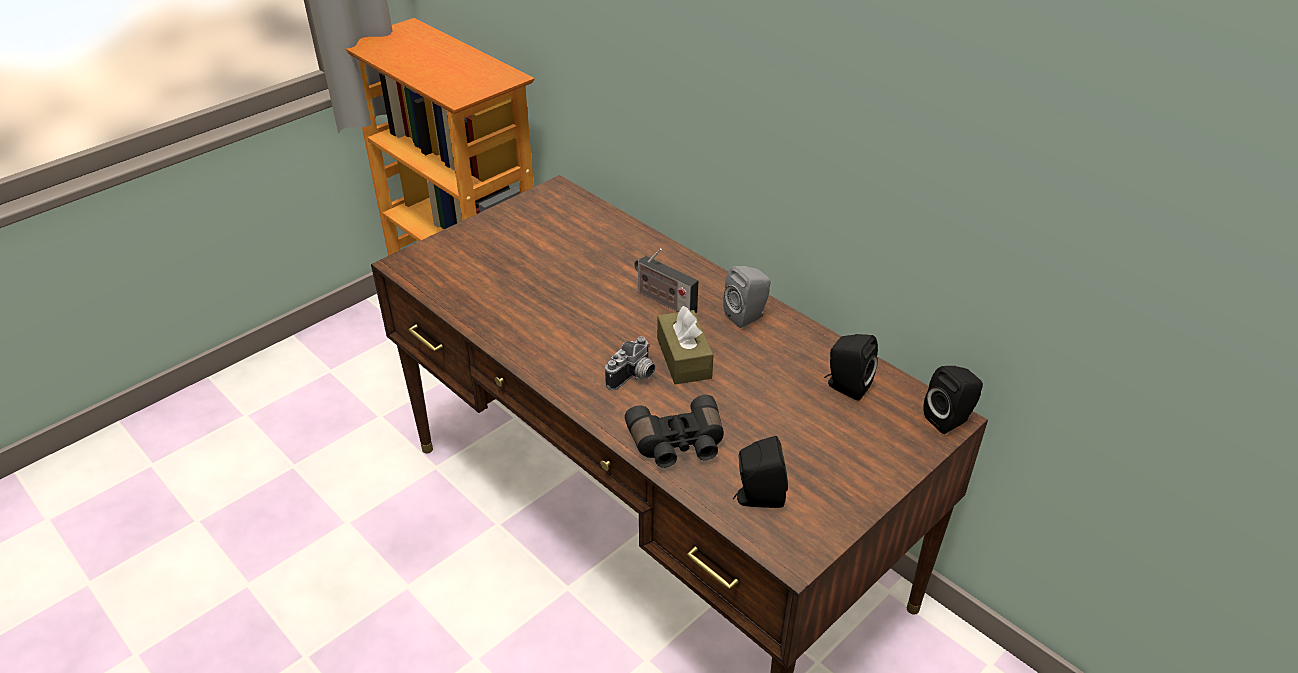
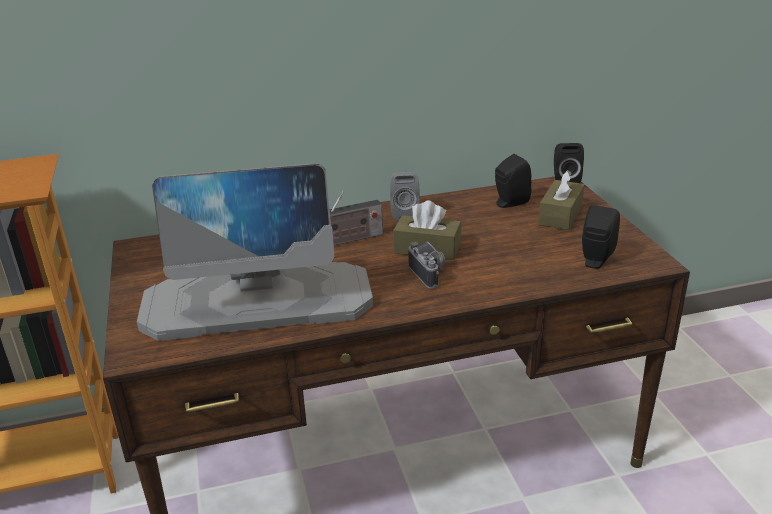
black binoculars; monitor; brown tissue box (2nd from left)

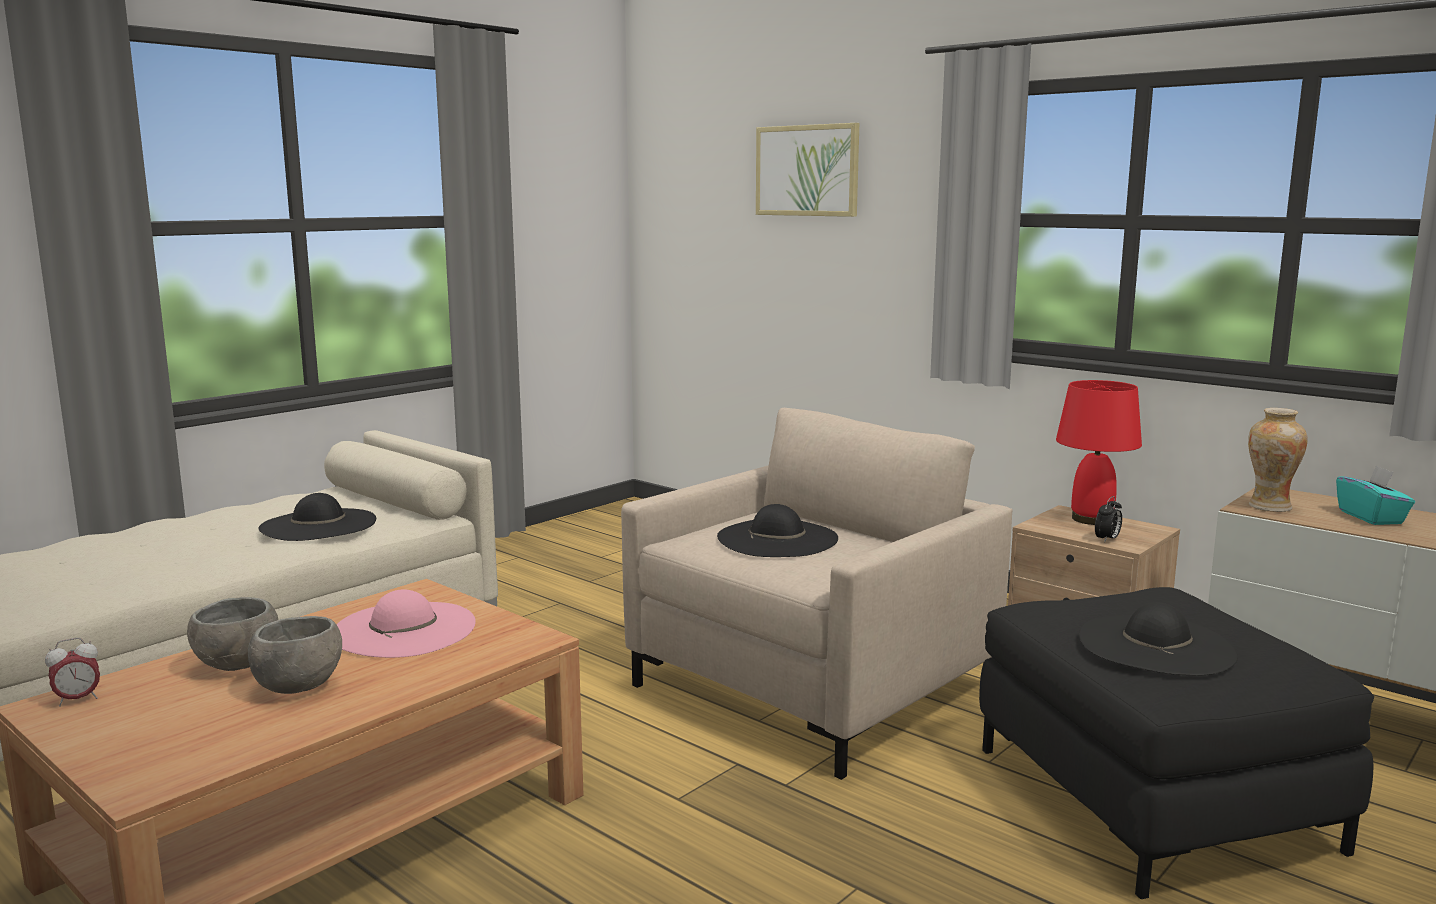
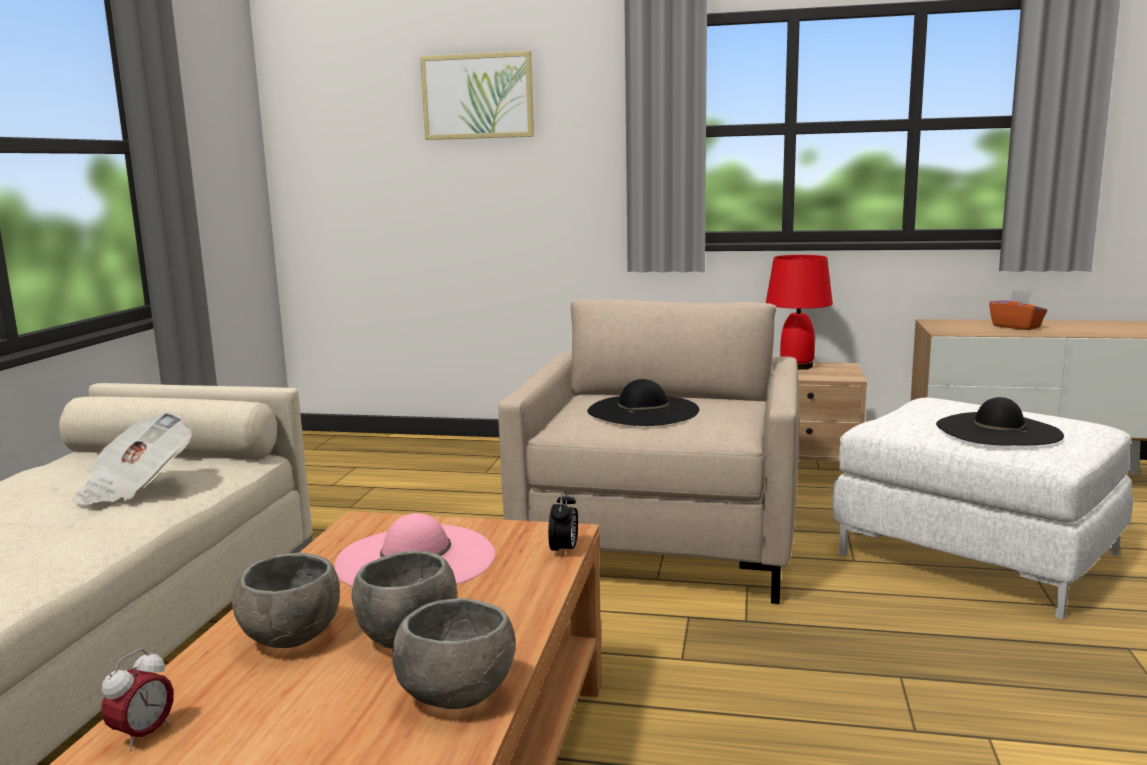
newspaper; white ottoman; alarm clock (2nd from left); vase; orange tissue box; grey bowl (3rd from left)

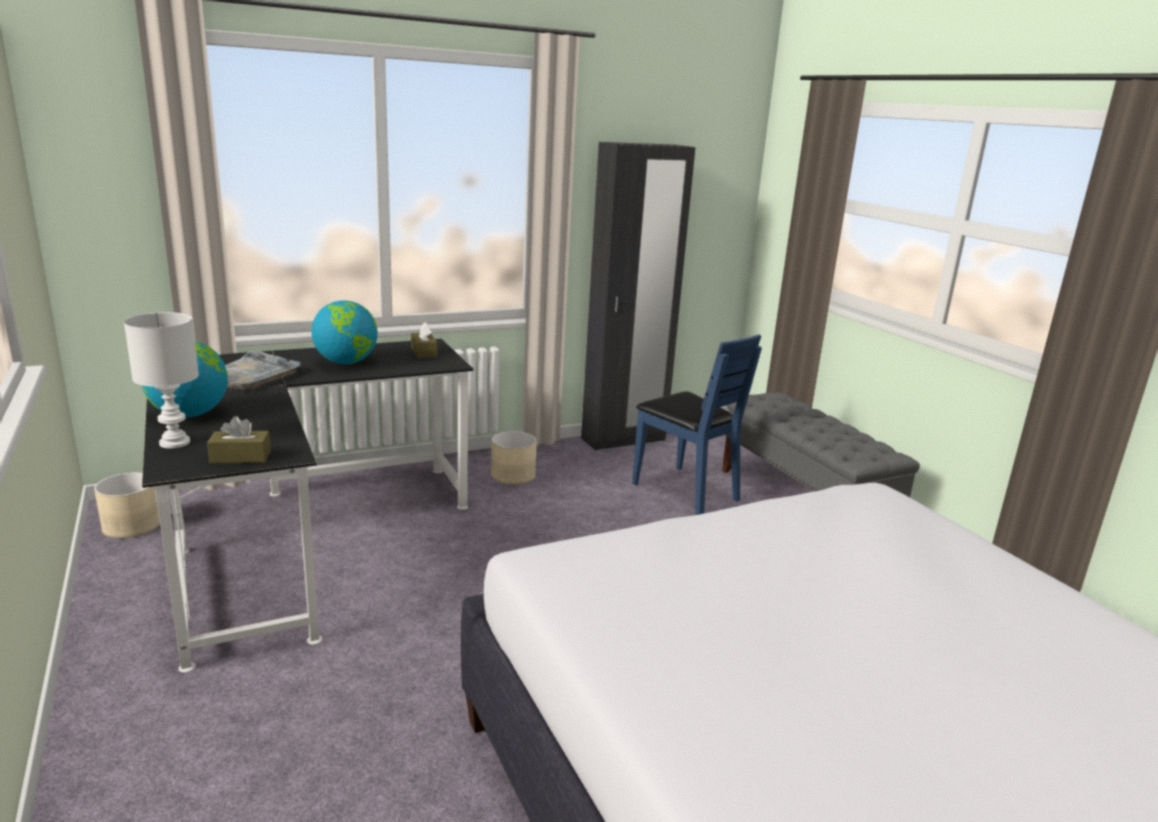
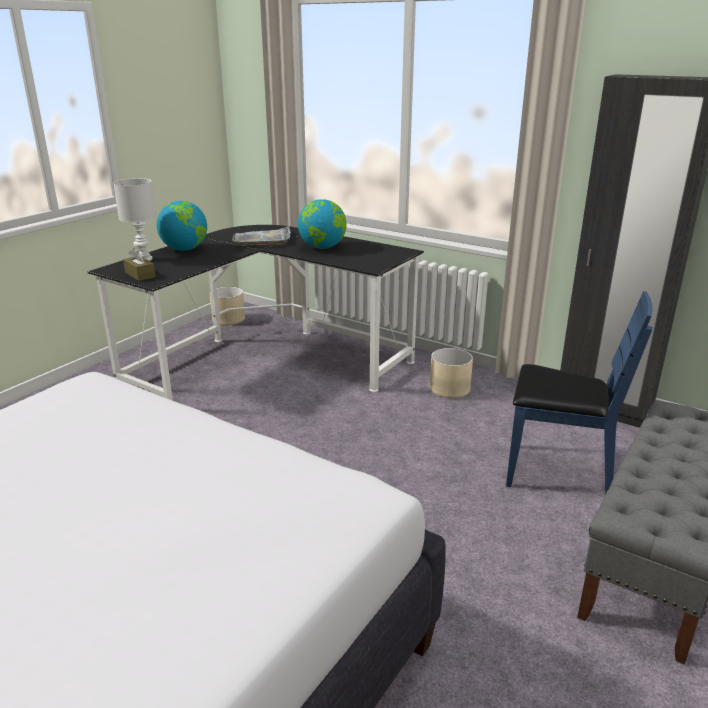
brown tissue box (2nd from left in the first image); blue chair

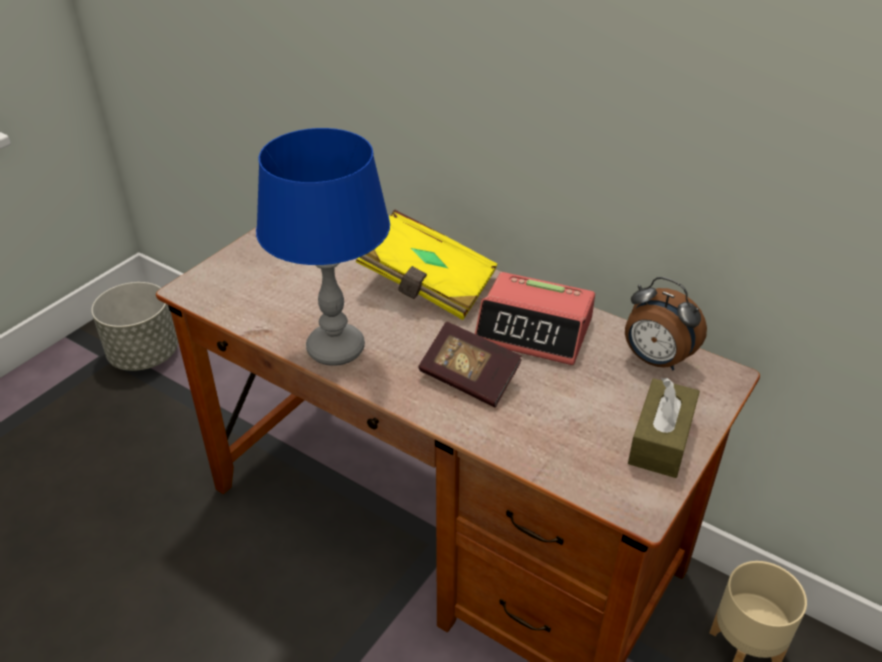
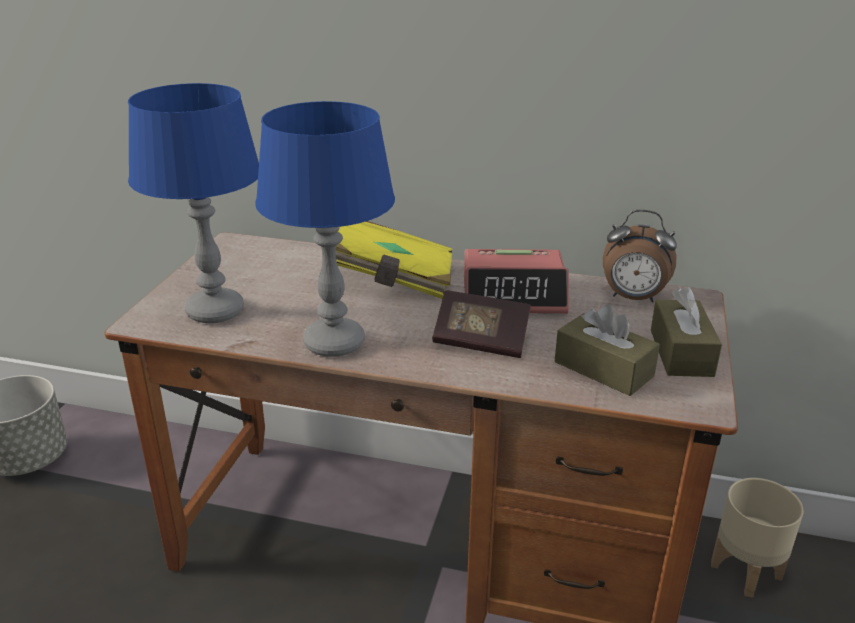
blue table lamp (1st from left); brown tissue box (1st from left)

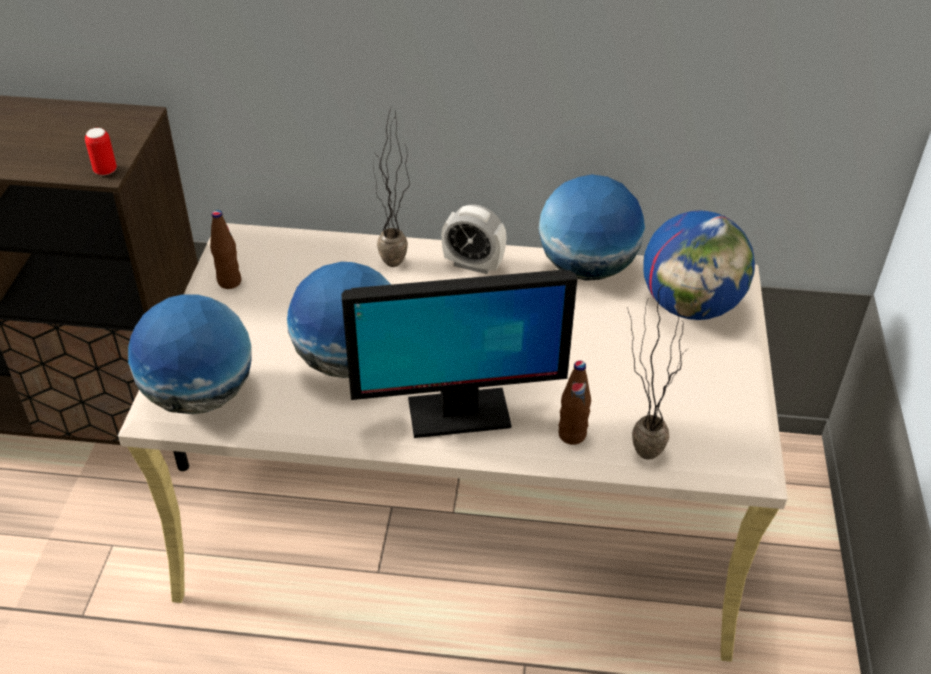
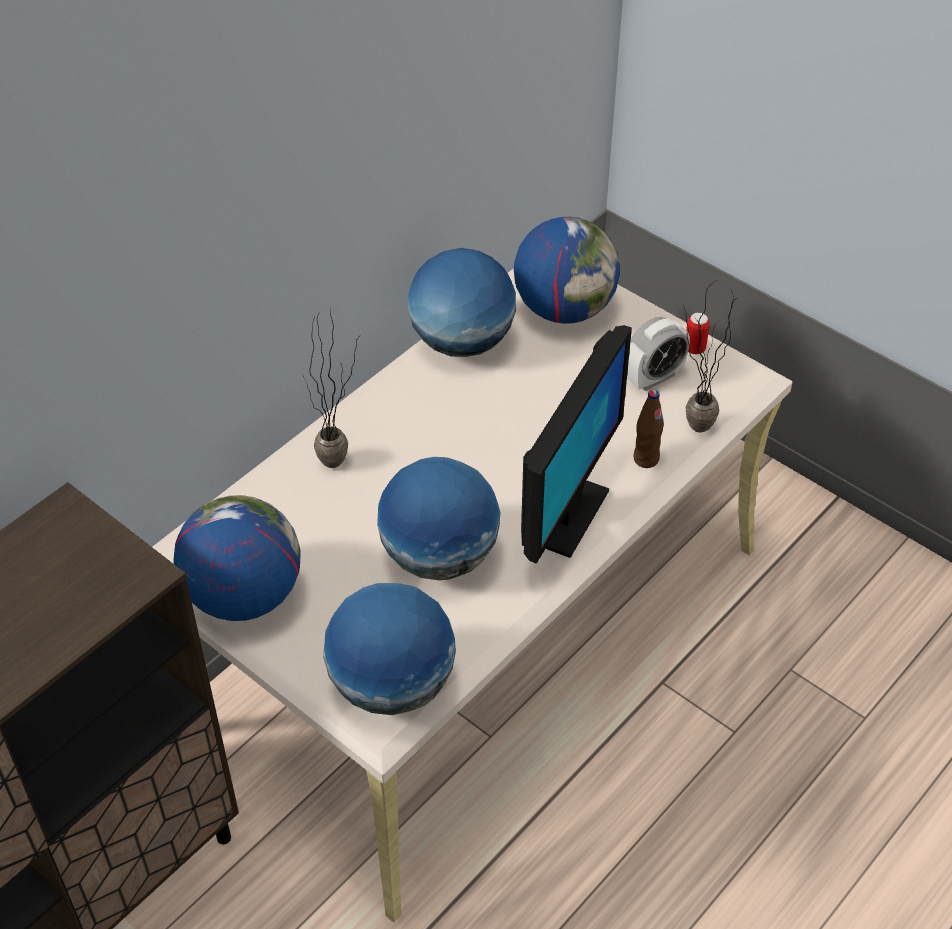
can; globe (1st from left); alarm clock

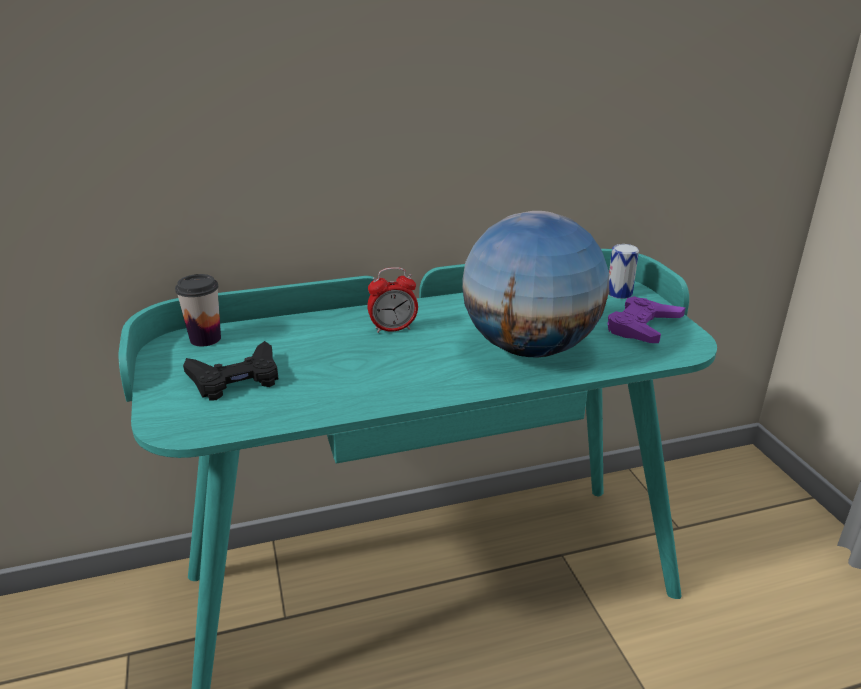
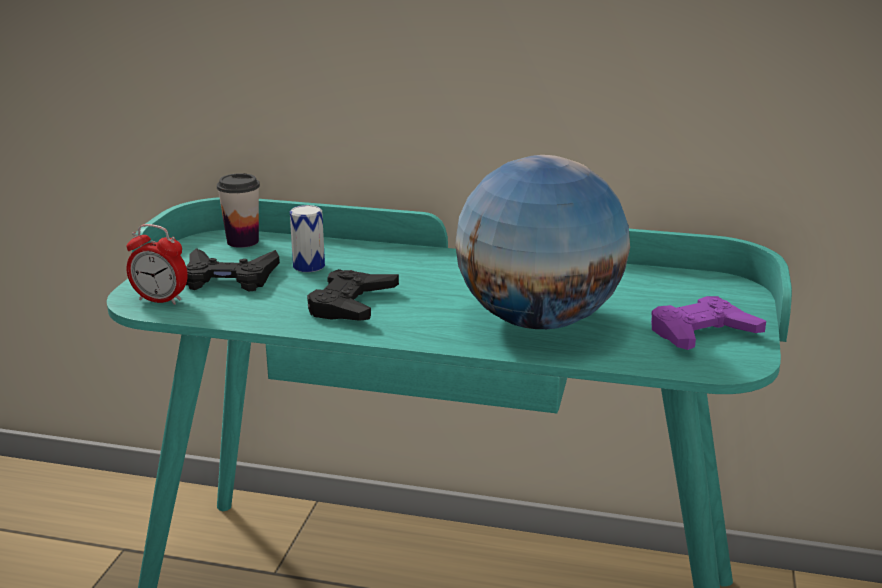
alarm clock; can; black game controller (2nd from left)

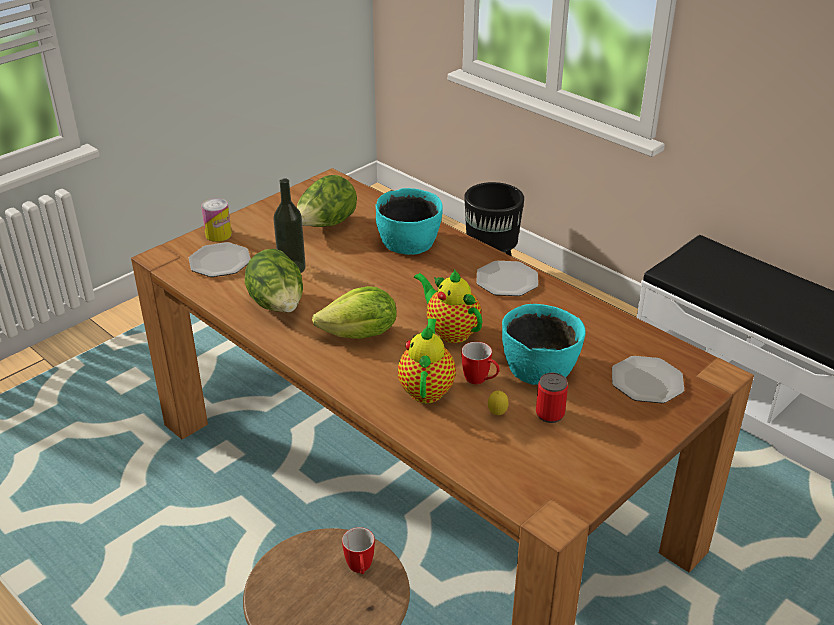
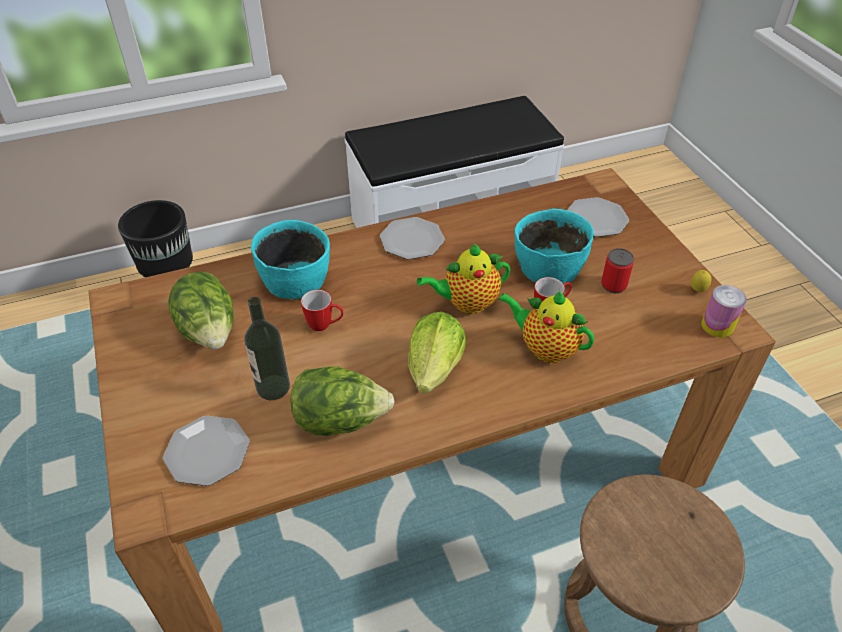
can (2nd from left); mug (1st from left); lemon

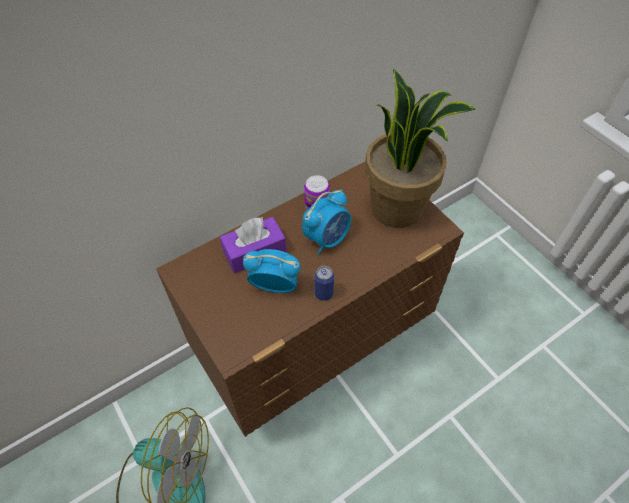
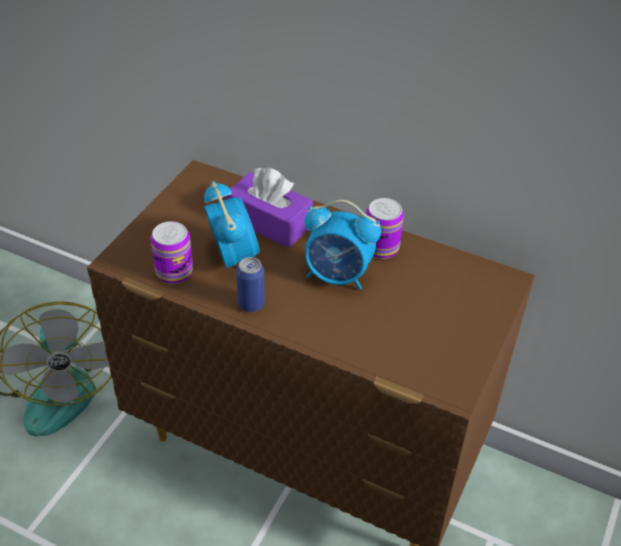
potted plant; can (1st from left)

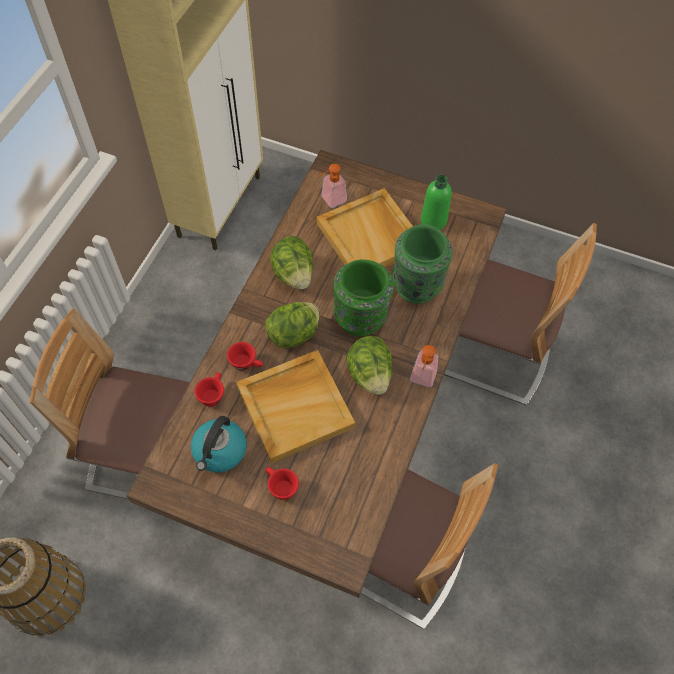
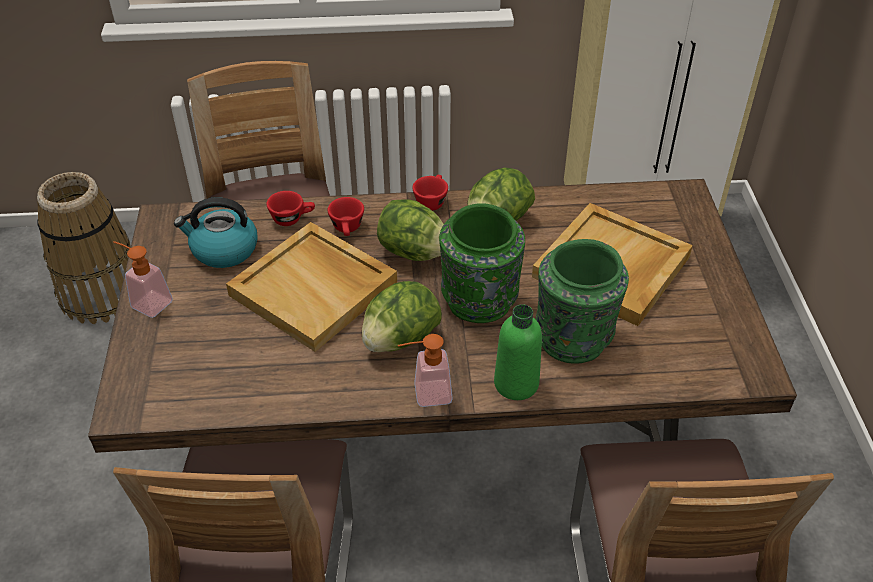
red cup (3rd from left); soap dispenser (1st from left); green bottle

